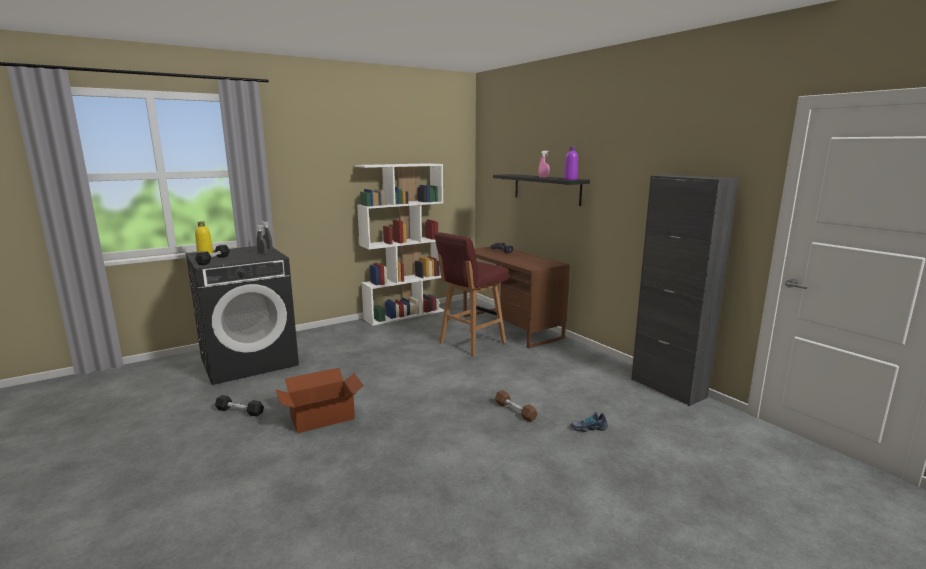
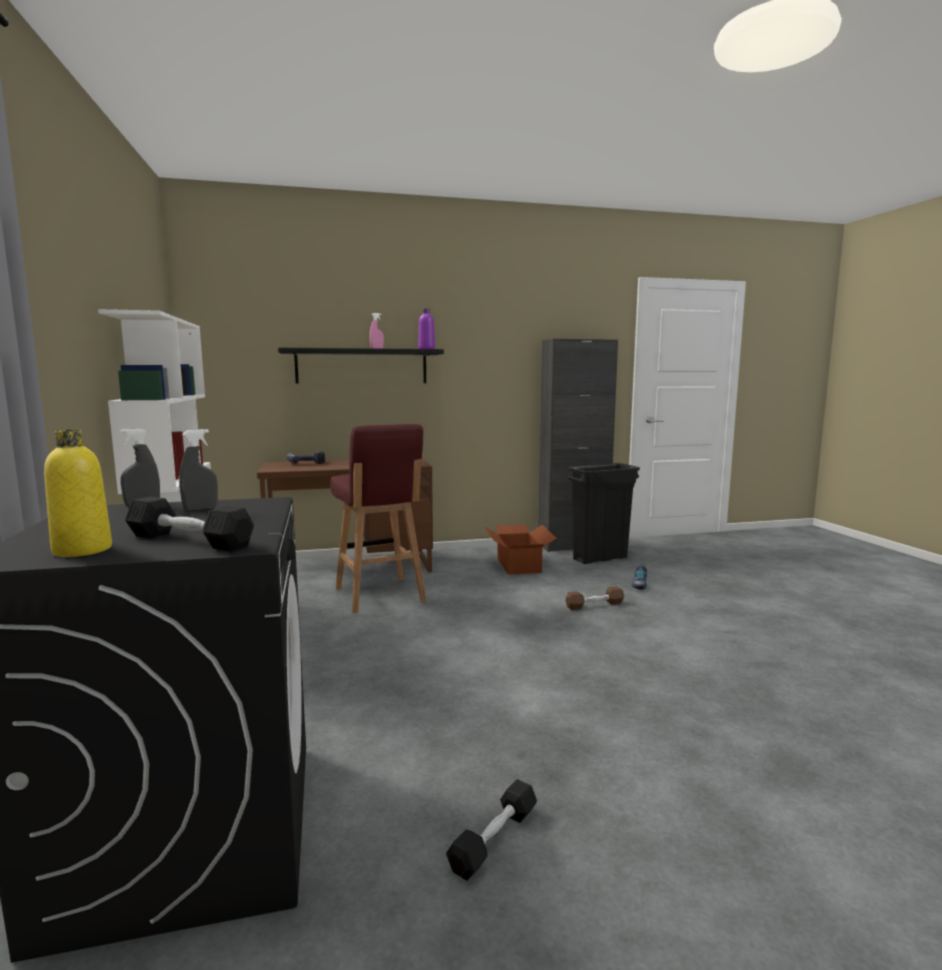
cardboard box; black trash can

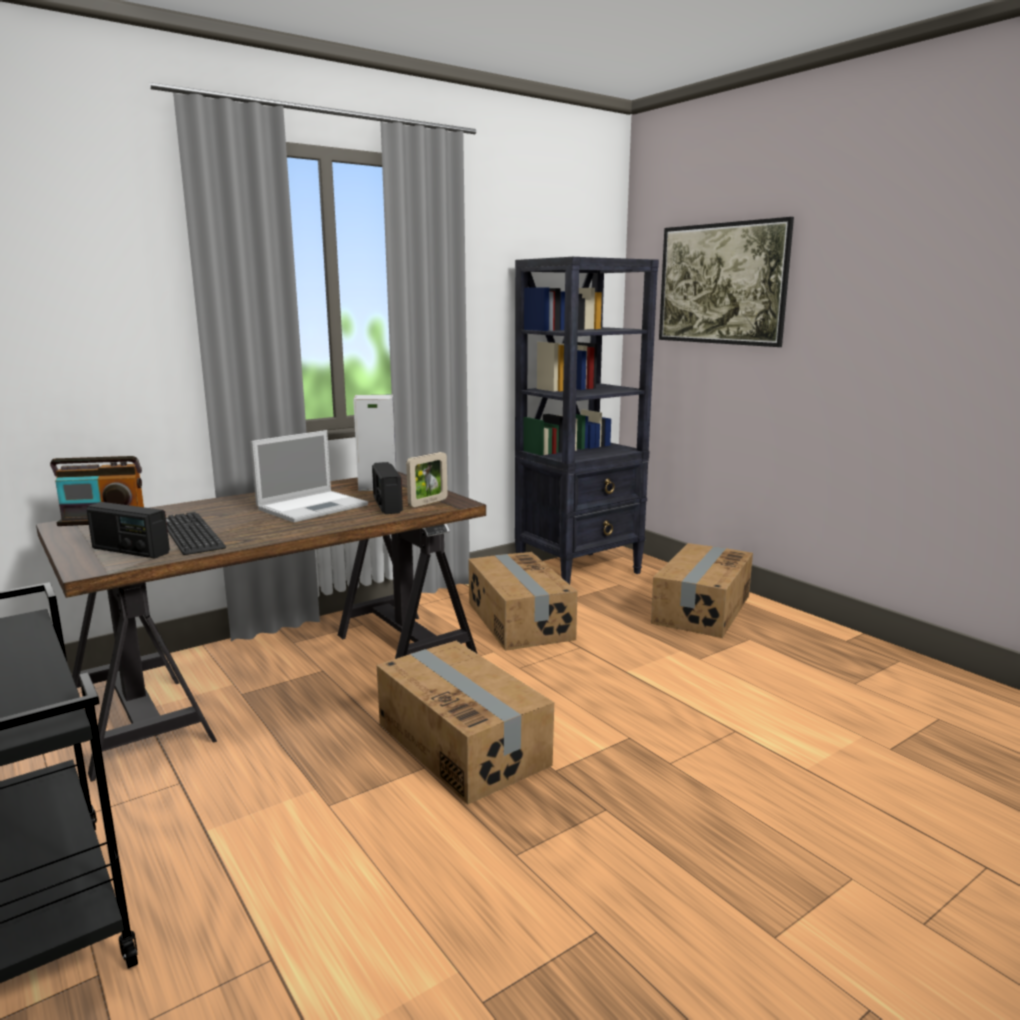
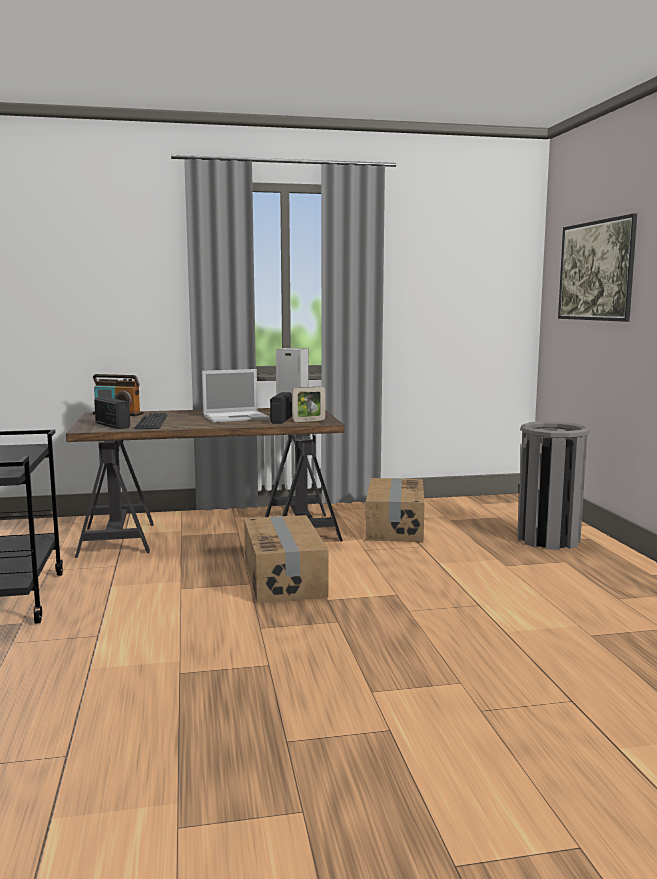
black bookcase; grey trash can

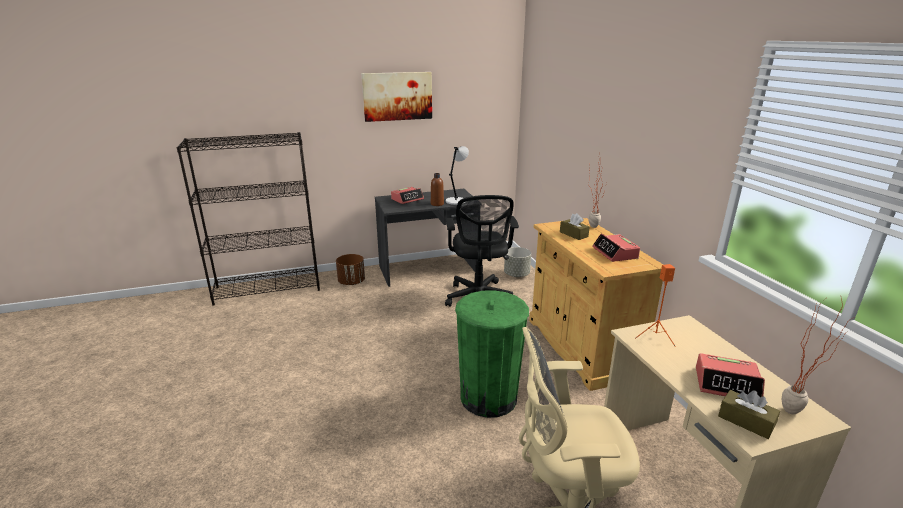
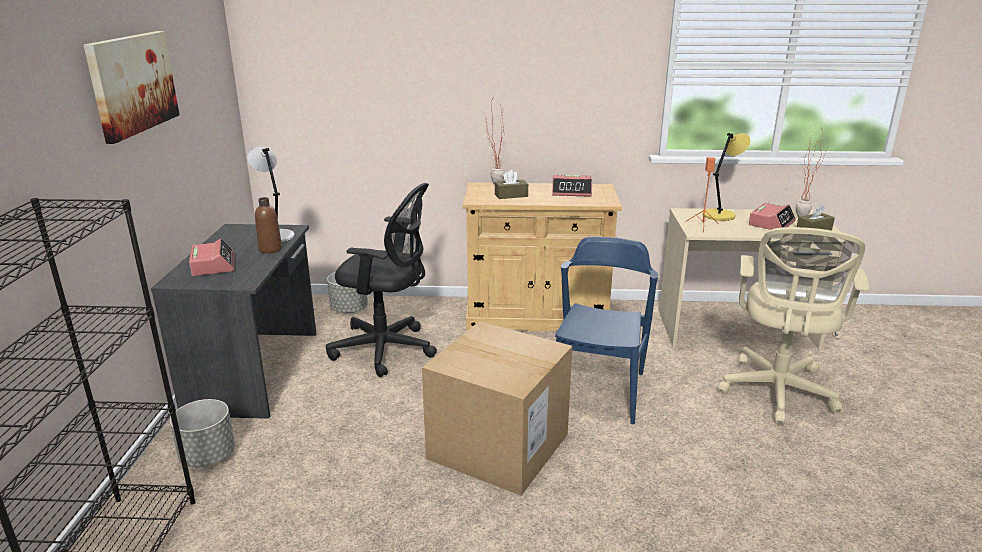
grey planter (1st from left); blue chair; cardboard box; yellow table lamp

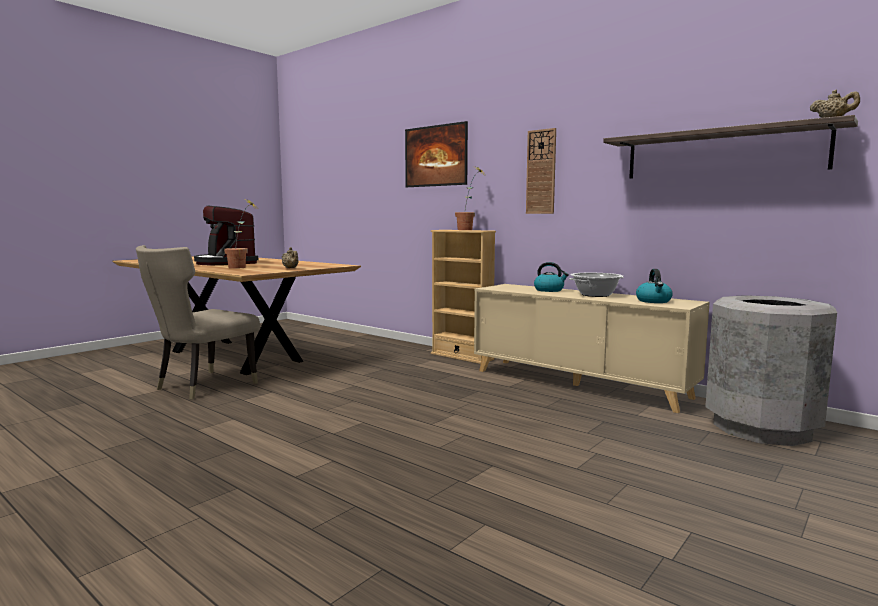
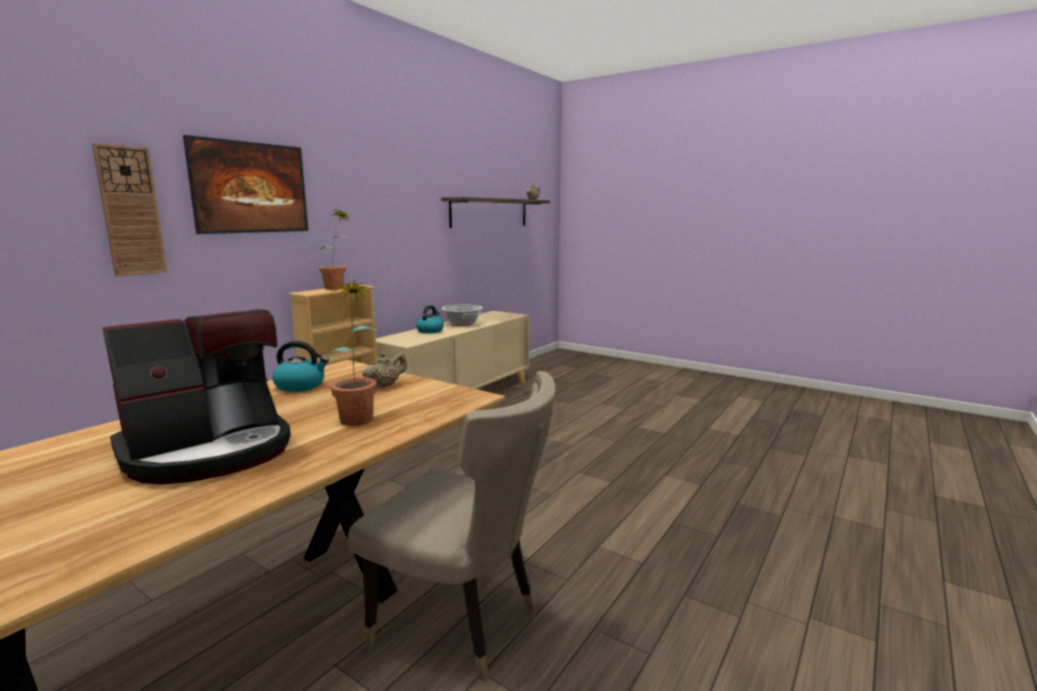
wall clock; kettle (1st from left); grey trash can

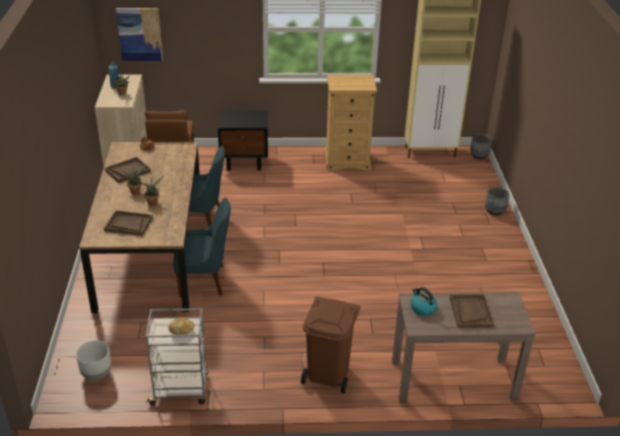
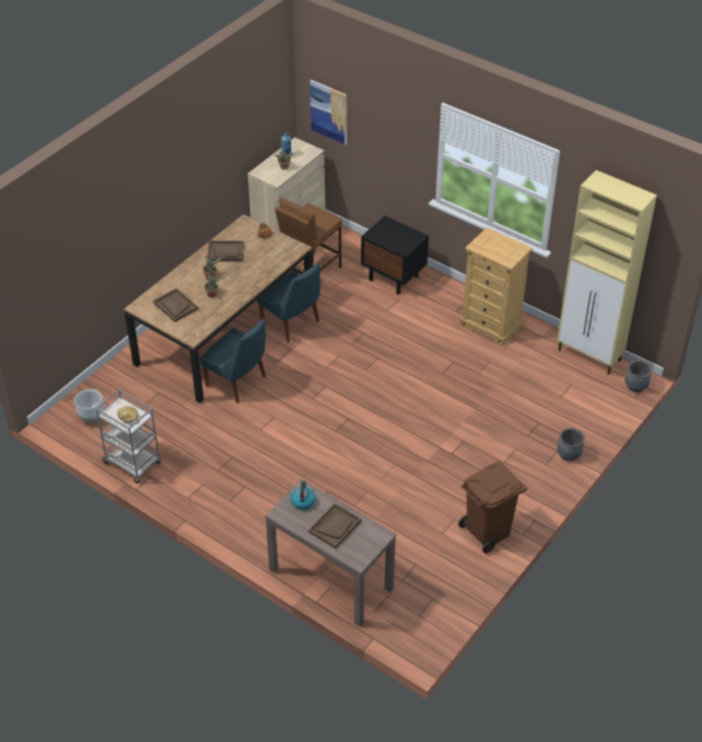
brown trash can

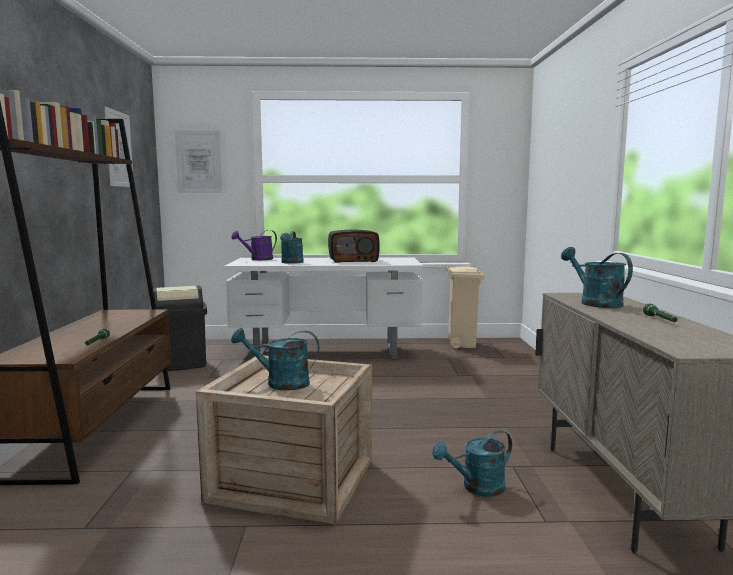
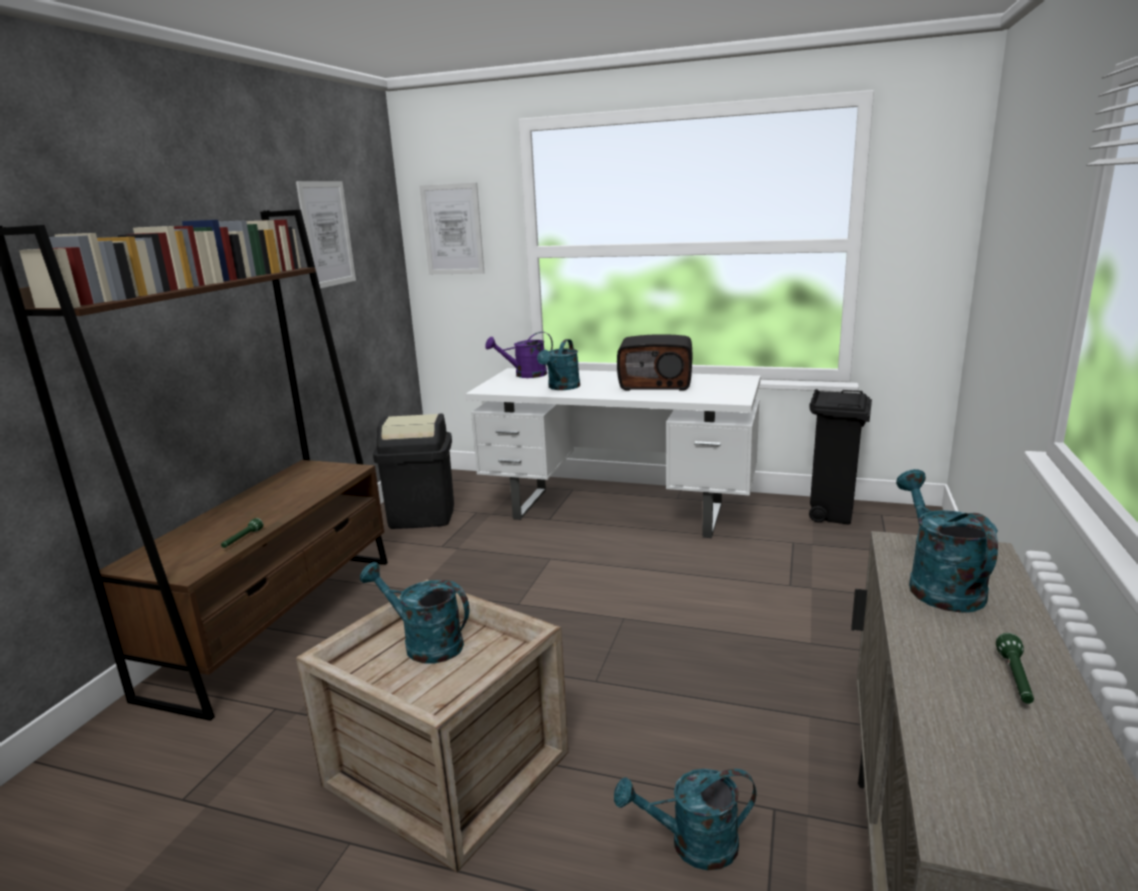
black trash can (2nd from left)

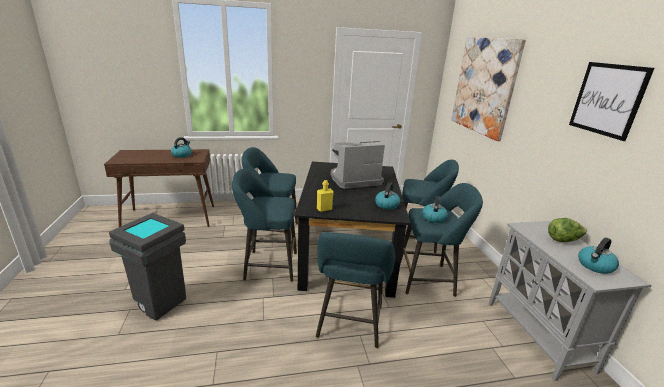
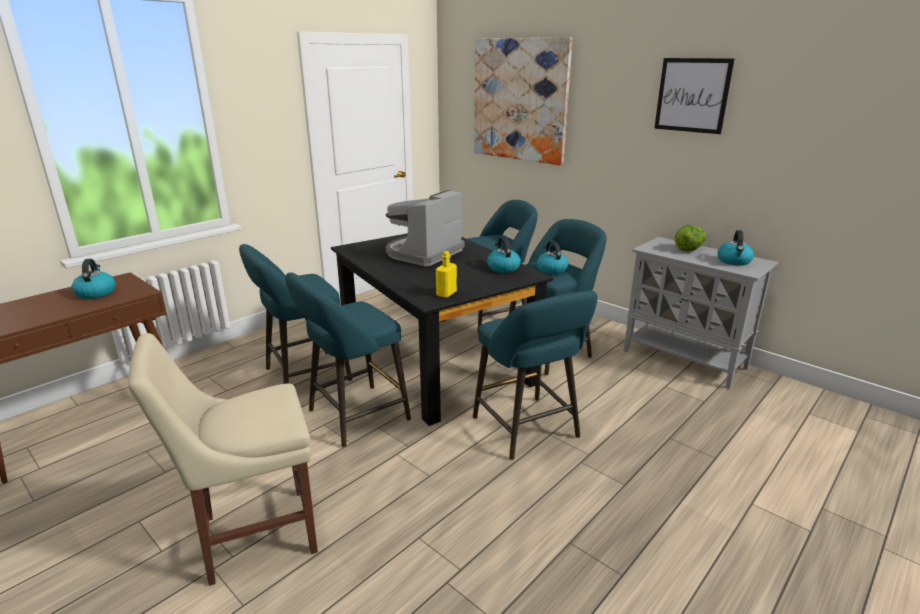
beige chair

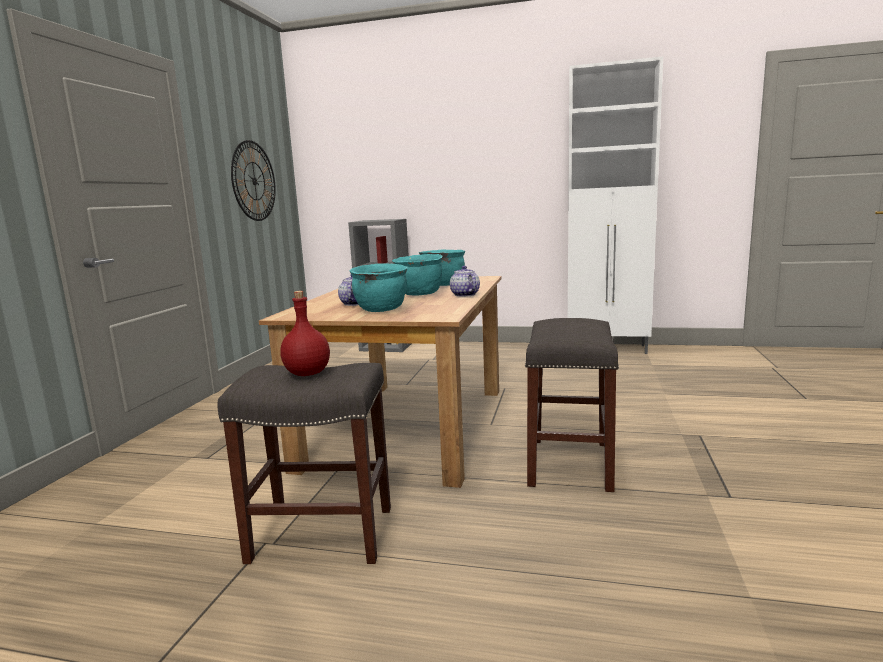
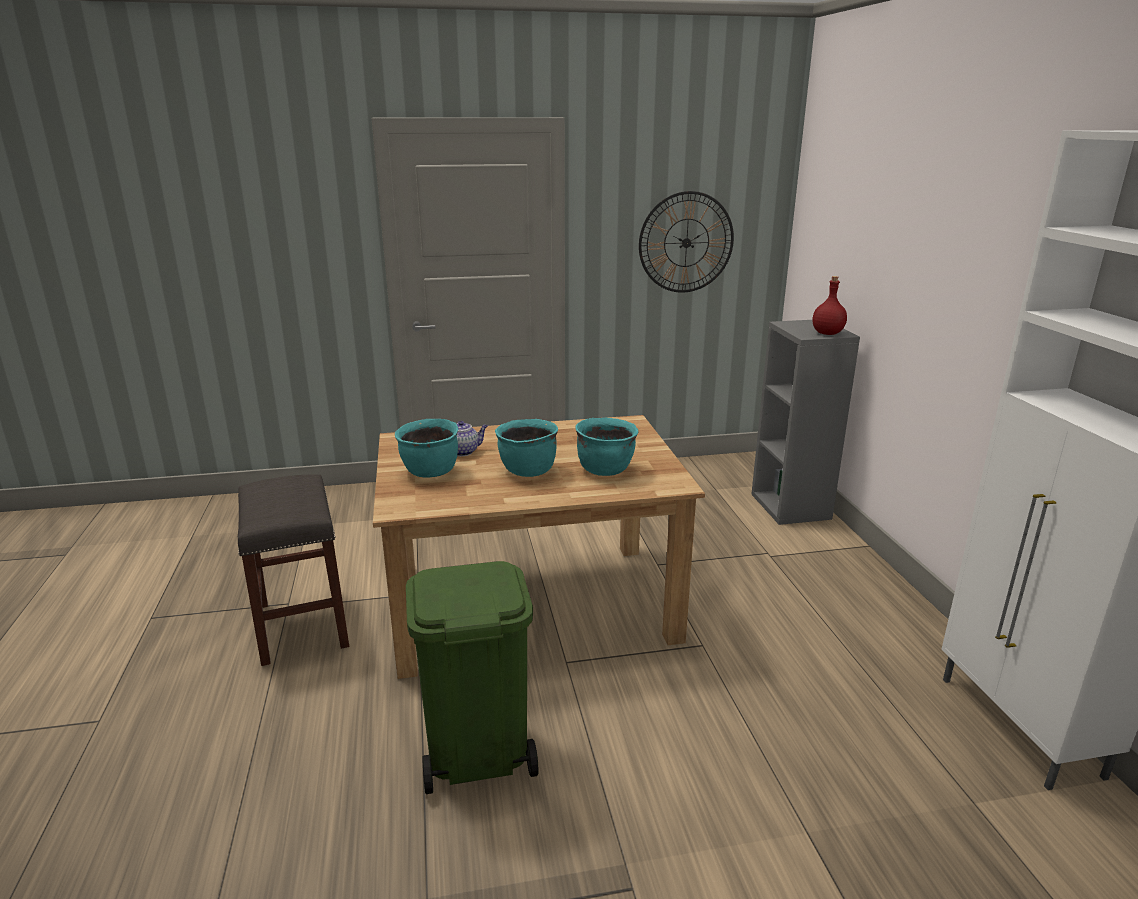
red bottle; teapot (2nd from left in the first image); green trash can

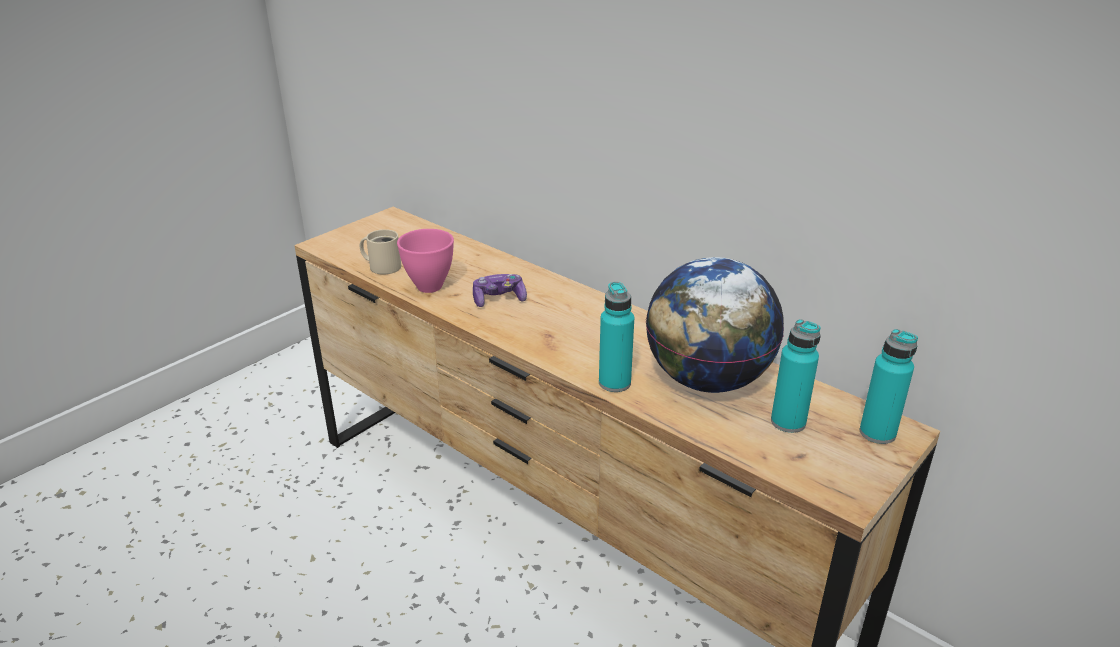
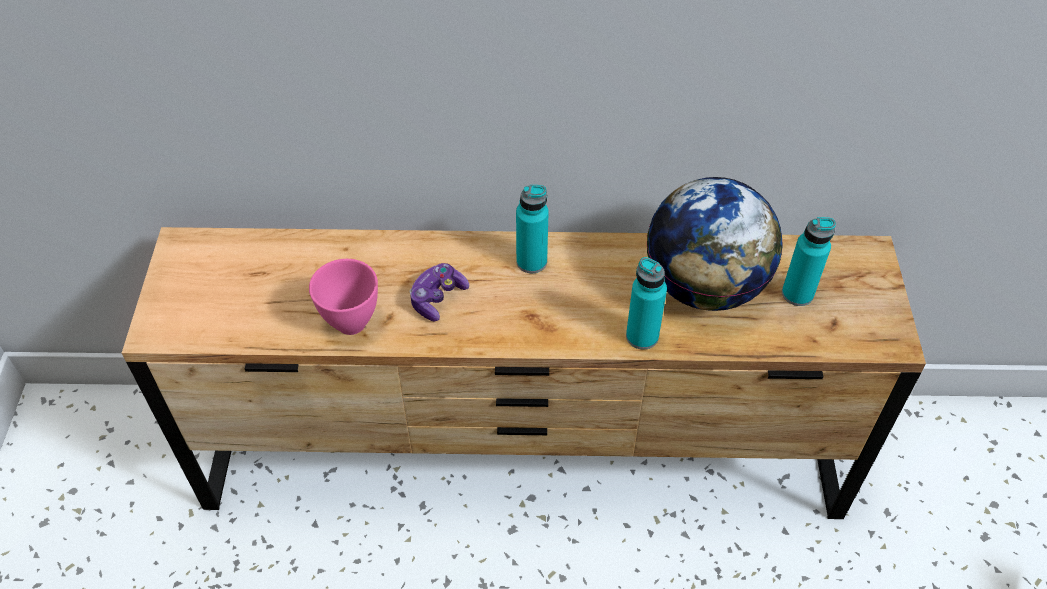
beige mug; turquoise bottle (1st from left)

